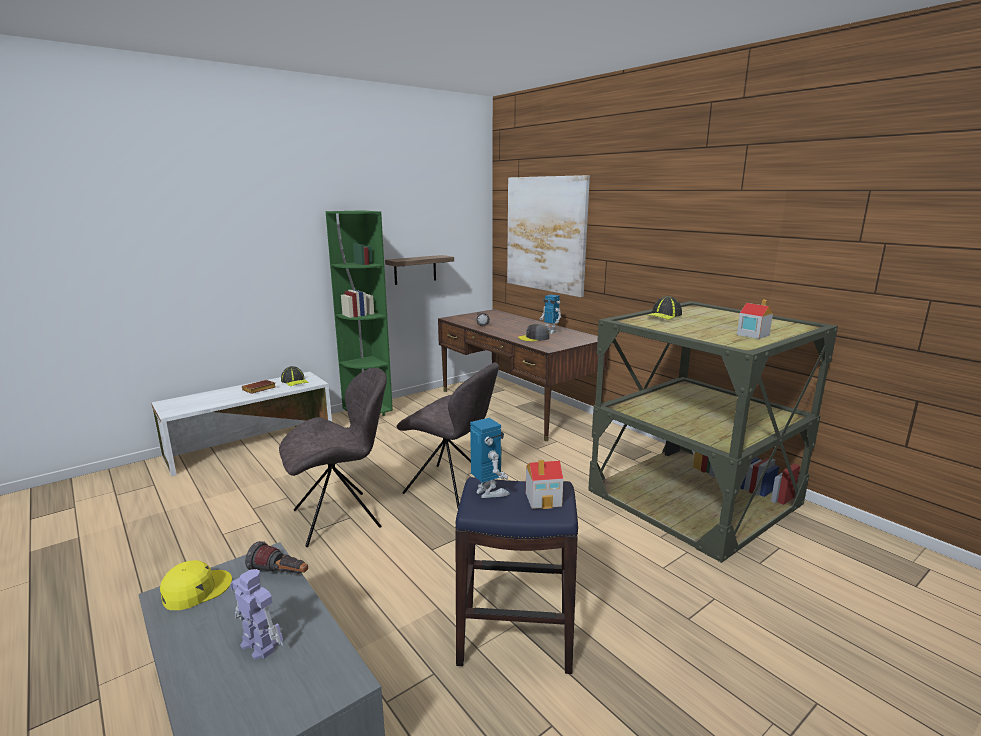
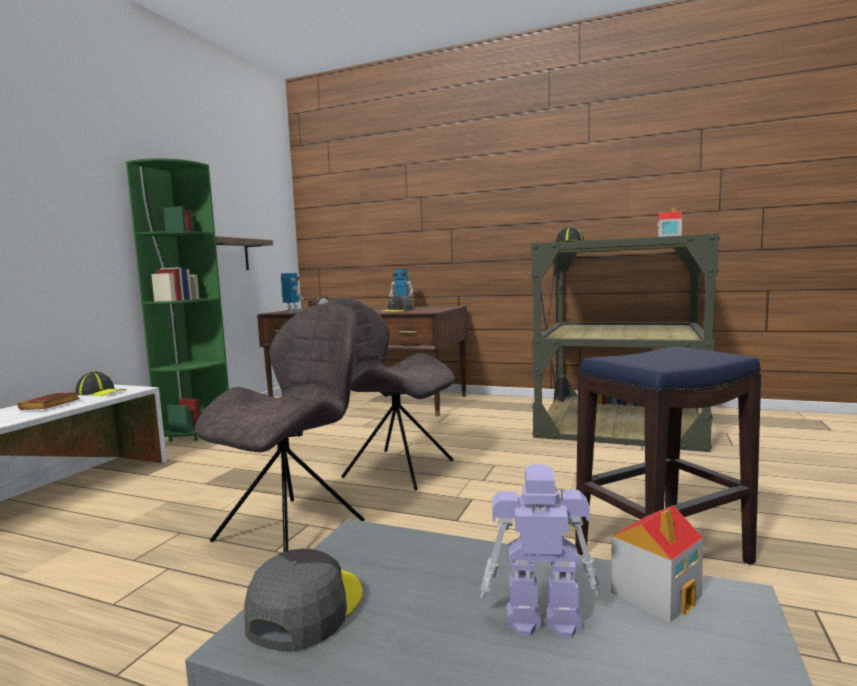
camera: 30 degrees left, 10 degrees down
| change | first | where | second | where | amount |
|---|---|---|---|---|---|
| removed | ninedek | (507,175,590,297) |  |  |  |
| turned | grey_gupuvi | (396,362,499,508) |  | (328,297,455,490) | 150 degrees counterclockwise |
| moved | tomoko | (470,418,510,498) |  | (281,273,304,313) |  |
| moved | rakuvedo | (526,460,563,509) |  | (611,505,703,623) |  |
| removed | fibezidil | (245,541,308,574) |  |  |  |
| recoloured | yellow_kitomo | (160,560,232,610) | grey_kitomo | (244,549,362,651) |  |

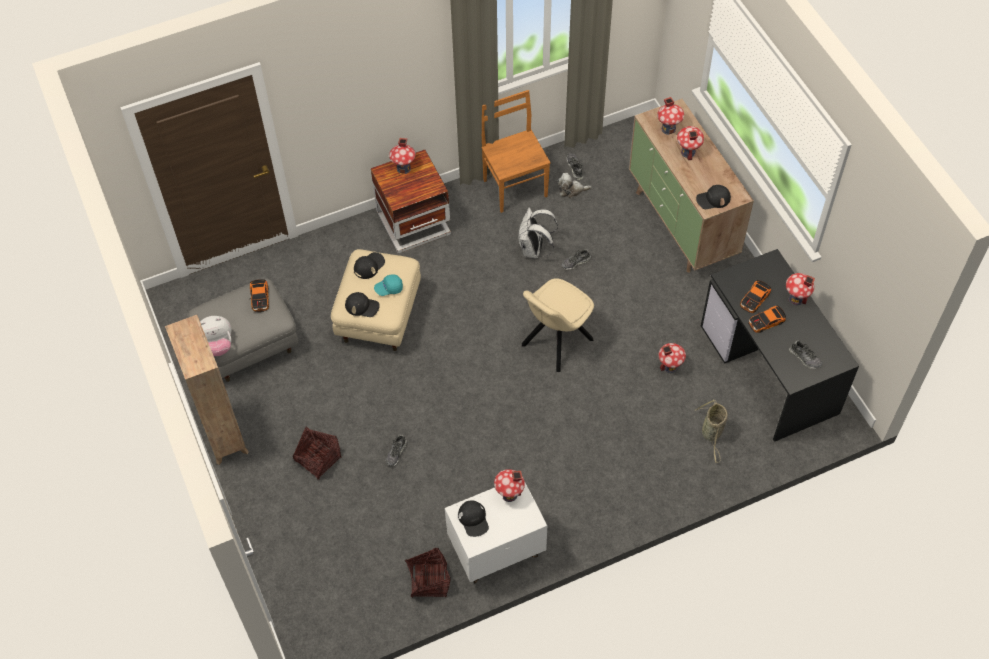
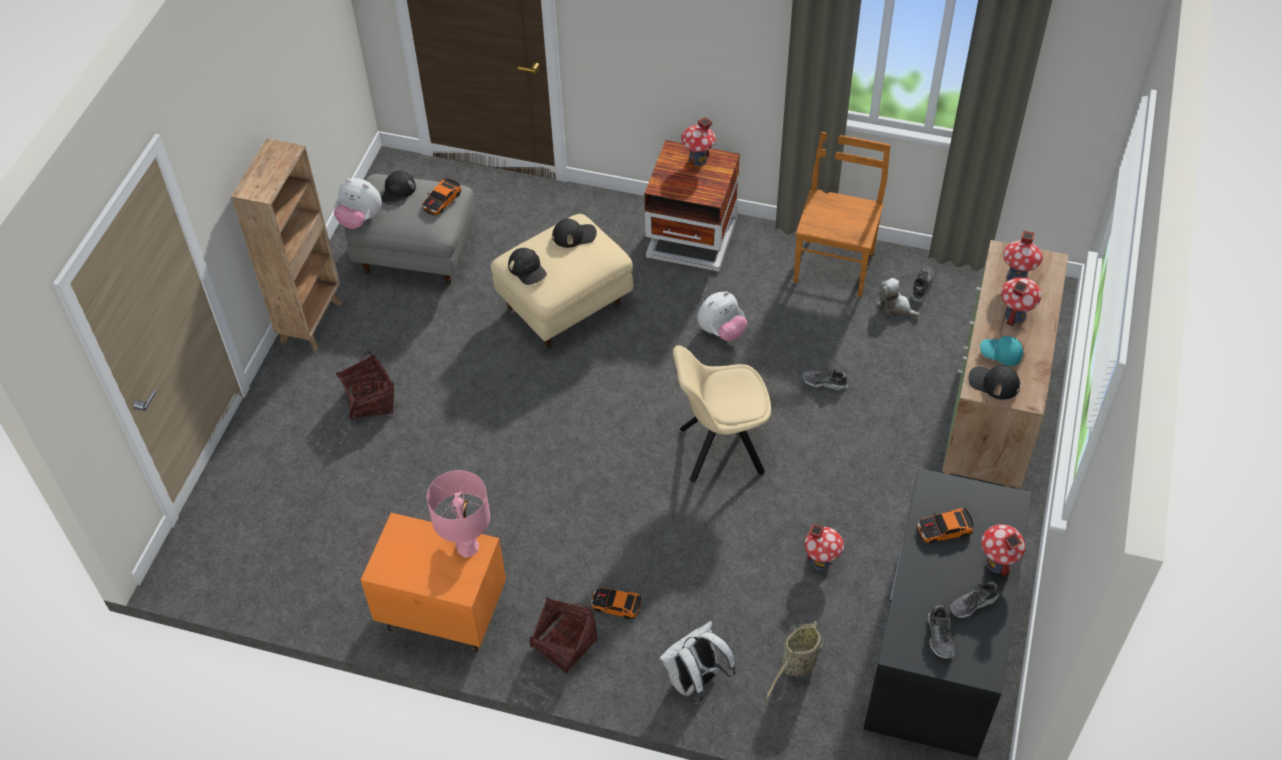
camera: 40 degrees right, 5 degrees down
| change | first | where | second | where | amount |
|---|---|---|---|---|---|
| moved | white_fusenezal | (519,208,558,258) |  | (659,621,735,704) |  |
| moved | turquoise_kitomo | (374,274,403,296) |  | (980,336,1023,366) |  |
| moved | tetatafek | (748,305,786,333) |  | (591,587,642,619) |  |
| moved | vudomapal | (386,434,407,466) |  | (951,581,999,618) |  |
| replaced | rakuvedo | (494,469,525,502) | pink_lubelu | (427,470,490,558) |  |
| recoloured | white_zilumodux | (445,483,547,583) | orange_zilumodux | (361,513,506,652) |  |
| moved | black_kitomo | (458,500,489,537) |  | (381,171,416,206) |  |
| moved | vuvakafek | (405,548,451,597) |  | (530,597,597,674) |  |
| added |  |  | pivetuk | (697,291,747,341) |  |

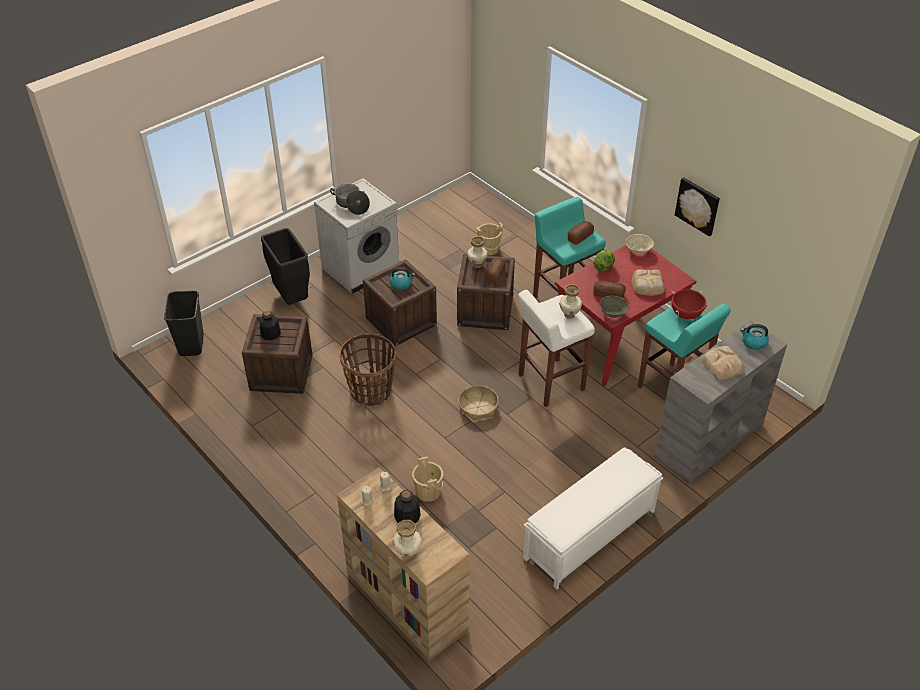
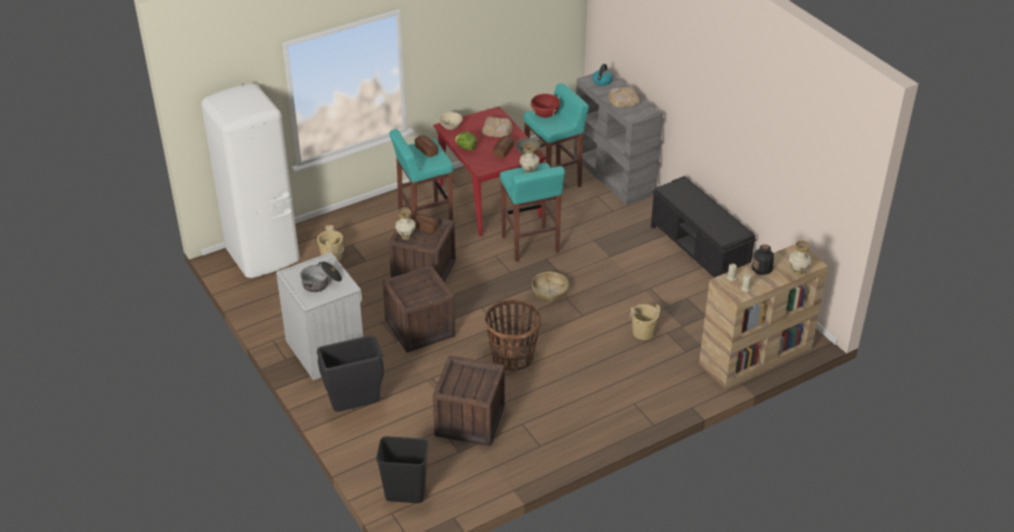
camera: 80 degrees left, 5 degrees down
| change | first | where | second | where | amount |
|---|---|---|---|---|---|
| removed | ninedek | (675,177,720,237) |  |  |  |
| removed | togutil | (390,267,415,290) |  |  |  |
| recoloured | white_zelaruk | (518,289,595,407) | turquoise_zelaruk | (500,163,565,262) |  |
| removed | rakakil | (259,311,281,340) |  |  |  |
| recoloured | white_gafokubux | (523,447,663,589) | black_gafokubux | (651,176,756,278) |  |
| added |  |  | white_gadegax | (201,84,300,278) |  |

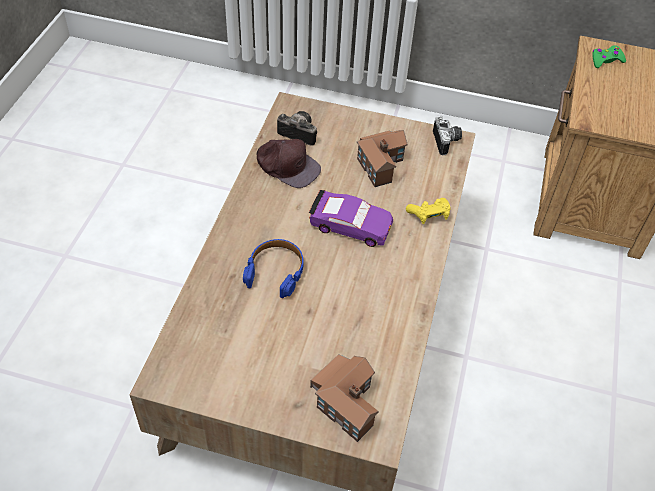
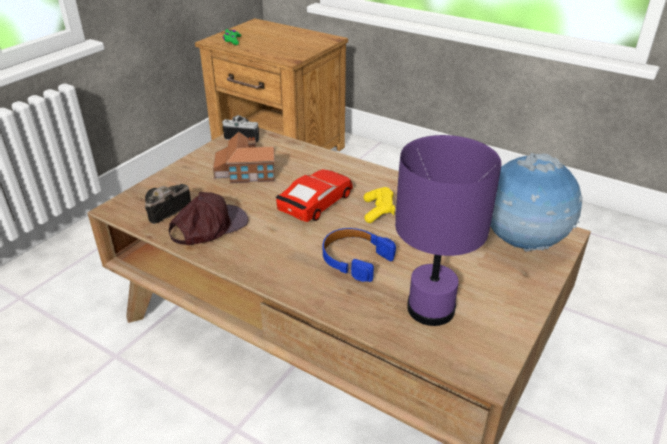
camera: 70 degrees left, 15 degrees down
| change | first | where | second | where | amount |
|---|---|---|---|---|---|
| recoloured | purple_tetatafek | (309,190,393,247) | red_tetatafek | (276,169,353,222) |  |
| moved | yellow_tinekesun | (406,198,451,224) |  | (364,187,395,223) |  |
| replaced | rakuvedo | (310,354,379,442) | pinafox | (490,153,583,252) |  |
| added |  |  | purple_lubelu | (395,135,501,326) |  |

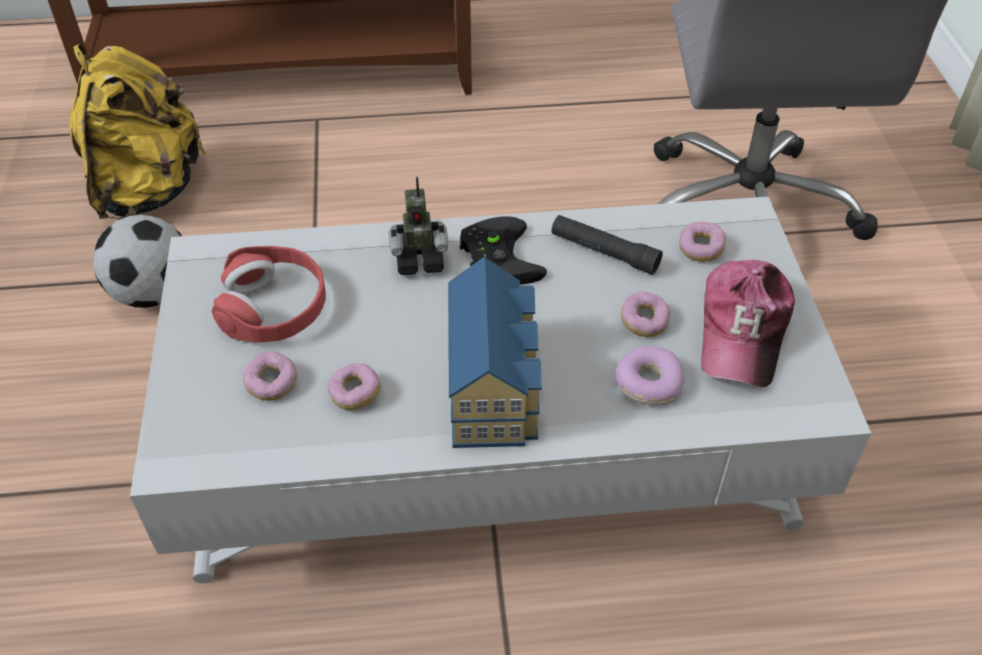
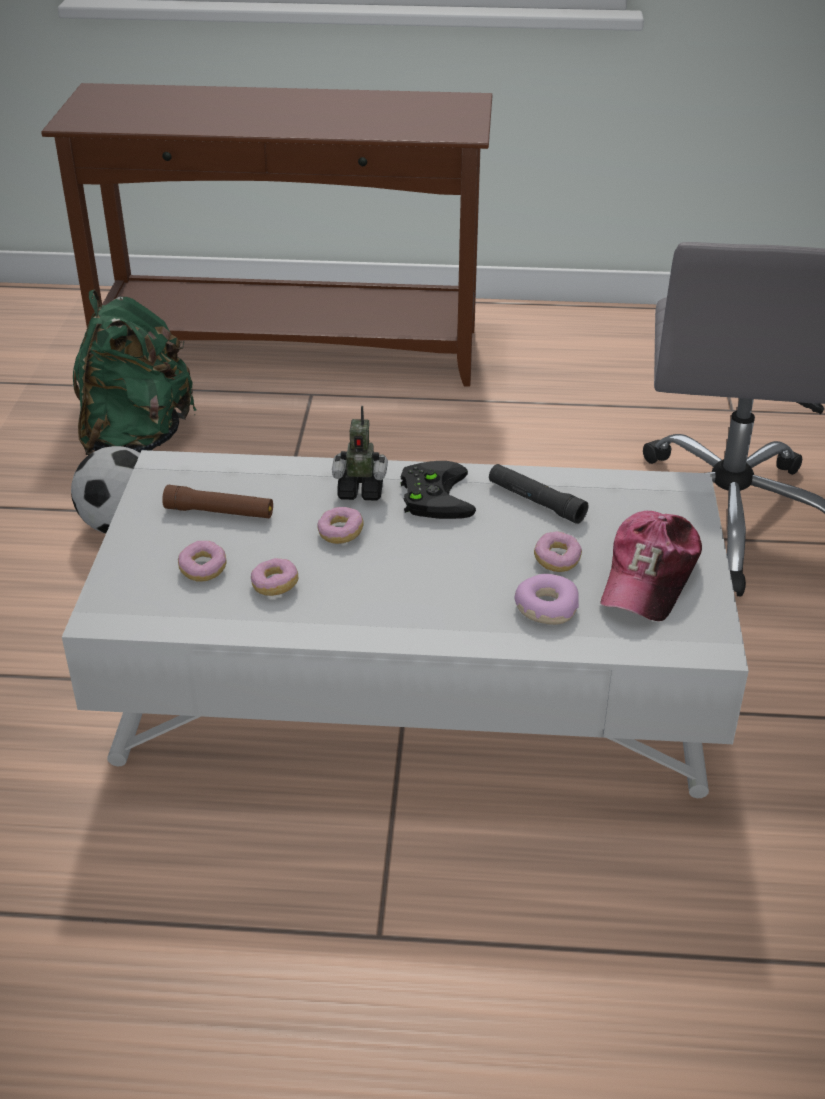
camera: 10 degrees right, 10 degrees down
| change | first | where | second | where | amount |
|---|---|---|---|---|---|
| recoloured | yellow_fusenezal | (69,44,207,220) | green_fusenezal | (73,289,197,455) |  |
| moved | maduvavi | (679,222,726,262) |  | (317,507,364,544) |  |
| replaced | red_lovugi | (212,246,326,342) | brown_fibezidil | (162,485,273,518) |  |
| removed | rakuvedo | (448,257,542,448) |  |  |  |

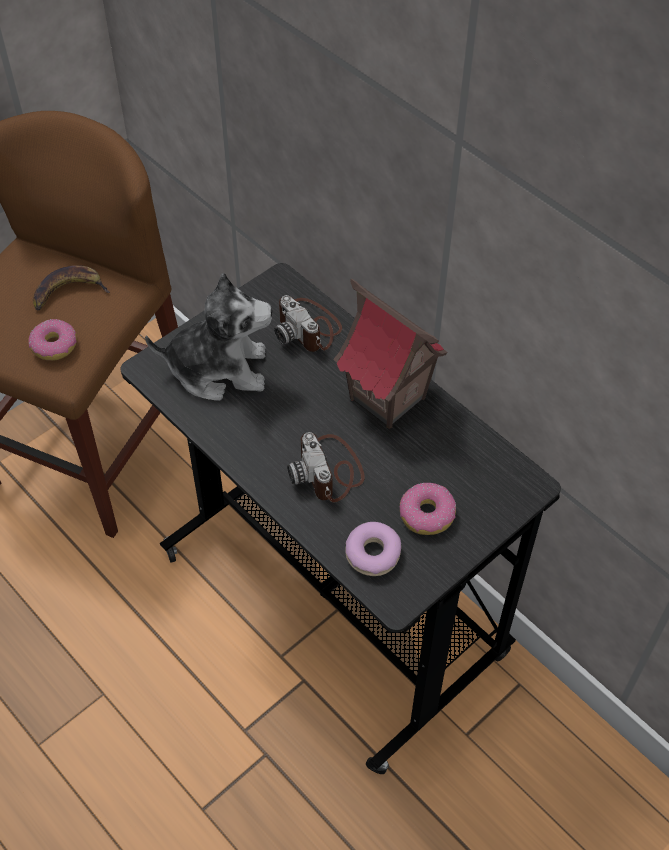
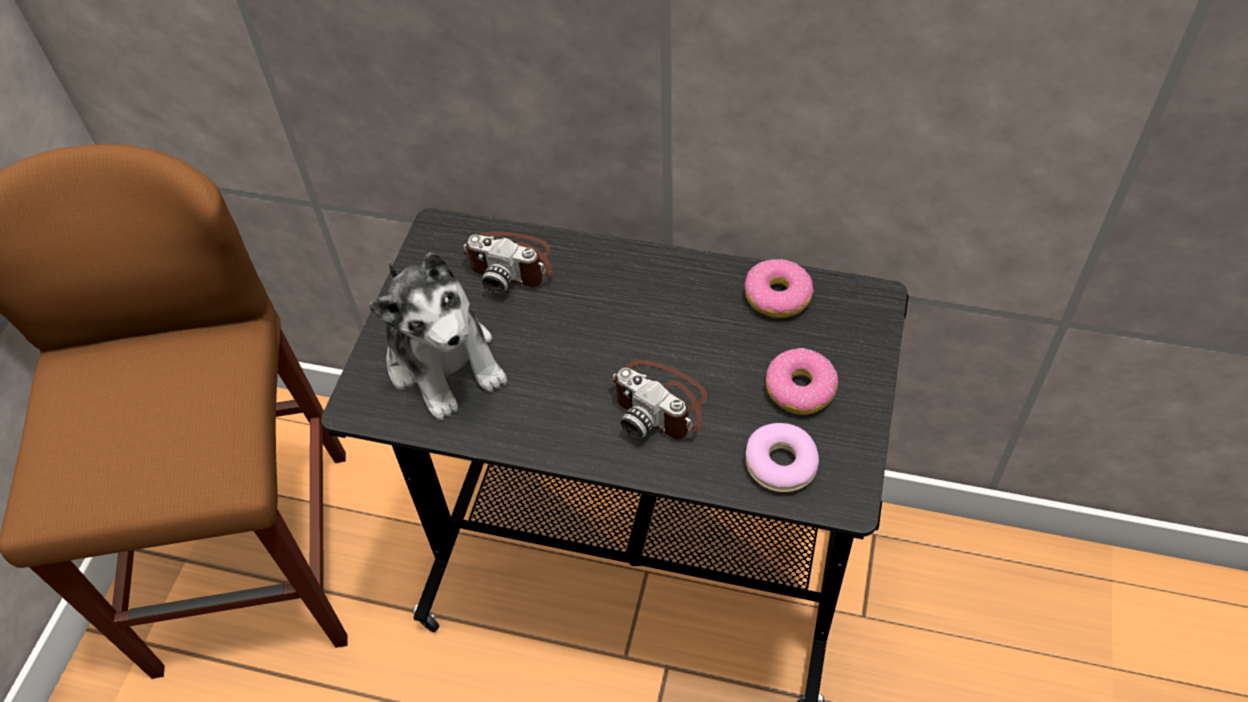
camera: 30 degrees left, 0 degrees up
| change | first | where | second | where | amount |
|---|---|---|---|---|---|
| removed | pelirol | (33,265,110,310) |  |  |  |
| turned | pivetuk | (145,273,272,401) |  | (369,252,508,420) | 90 degrees clockwise |
| removed | rakuvedo | (333,279,448,429) |  |  |  |
| moved | maduvavi | (28,319,77,361) |  | (745,259,814,318) |  |

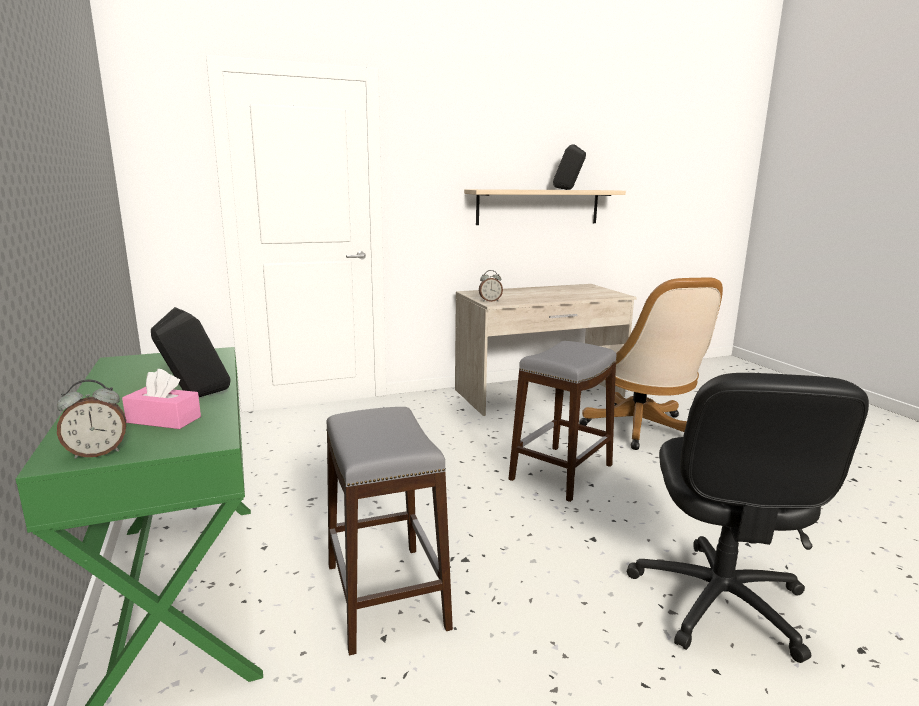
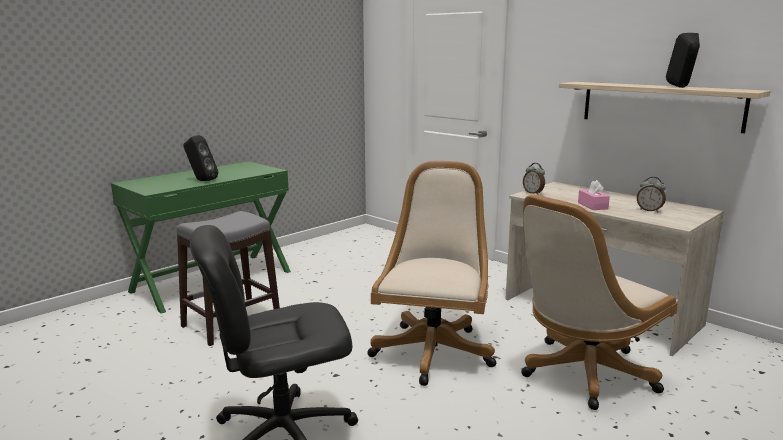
camera: 65 degrees right, 0 degrees up
| change | first | where | second | where | amount |
|---|---|---|---|---|---|
| replaced | grey_zelaruk | (509,341,617,502) | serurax | (367,161,496,386) |  |
| moved | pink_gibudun | (122,369,201,429) |  | (578,180,610,210) |  |
| moved | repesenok | (57,379,126,459) |  | (637,177,666,213) |  |

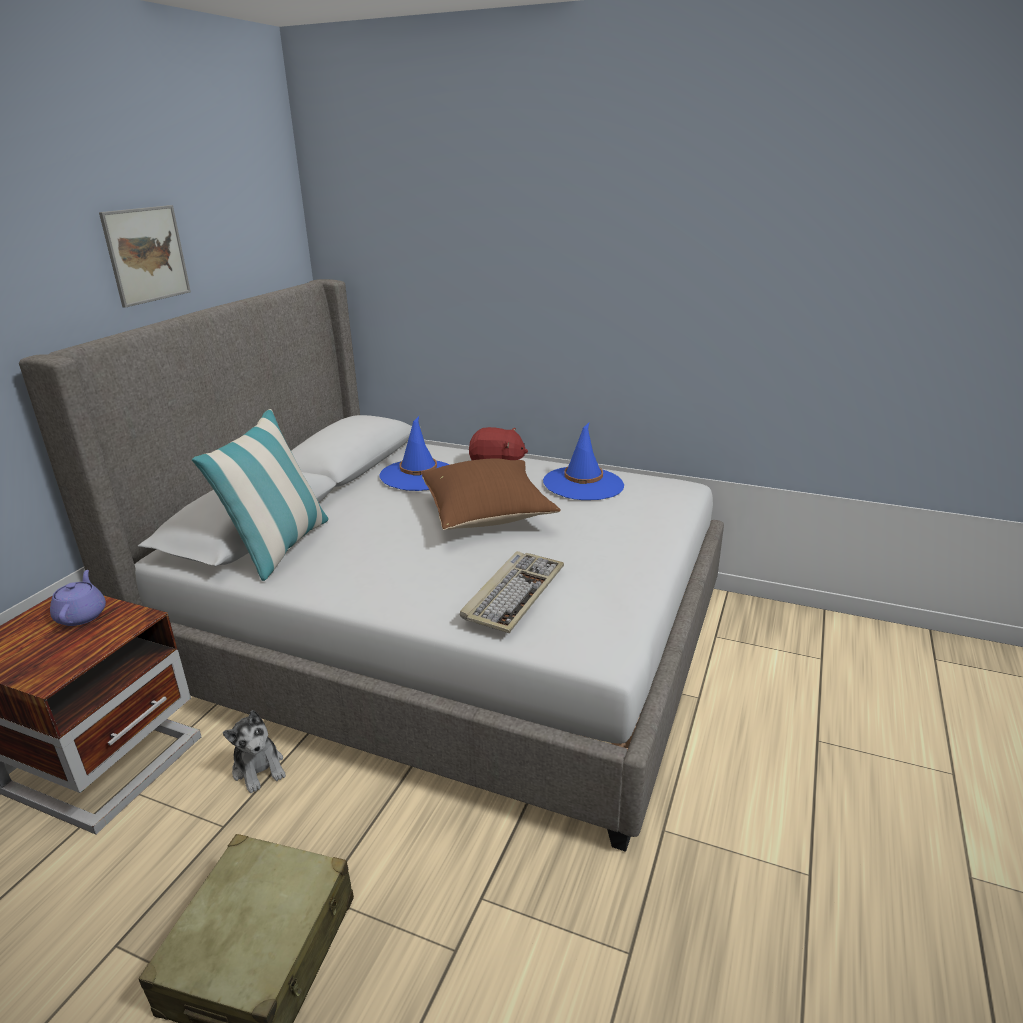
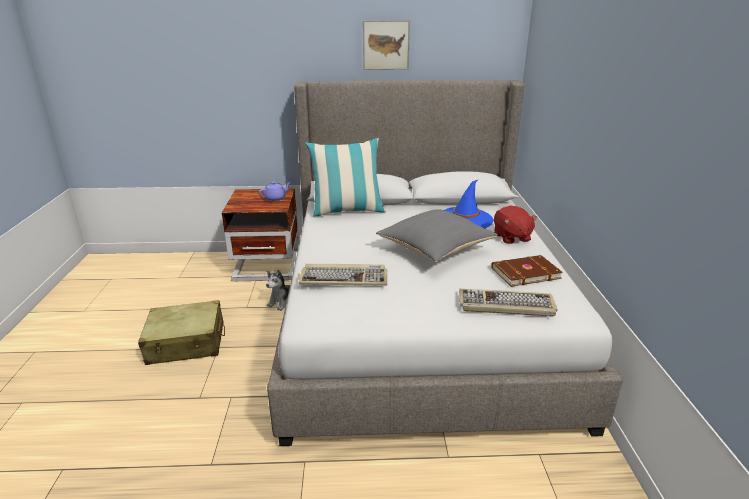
camera: 65 degrees right, 0 degrees up
| change | first | where | second | where | amount |
|---|---|---|---|---|---|
| replaced | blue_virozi | (543,423,624,500) | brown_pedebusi | (491,255,563,287) |  |
| recoloured | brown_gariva | (422,458,561,530) | grey_gariva | (376,209,498,262) |  |
| added |  |  | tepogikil | (459,289,557,317) |  |

